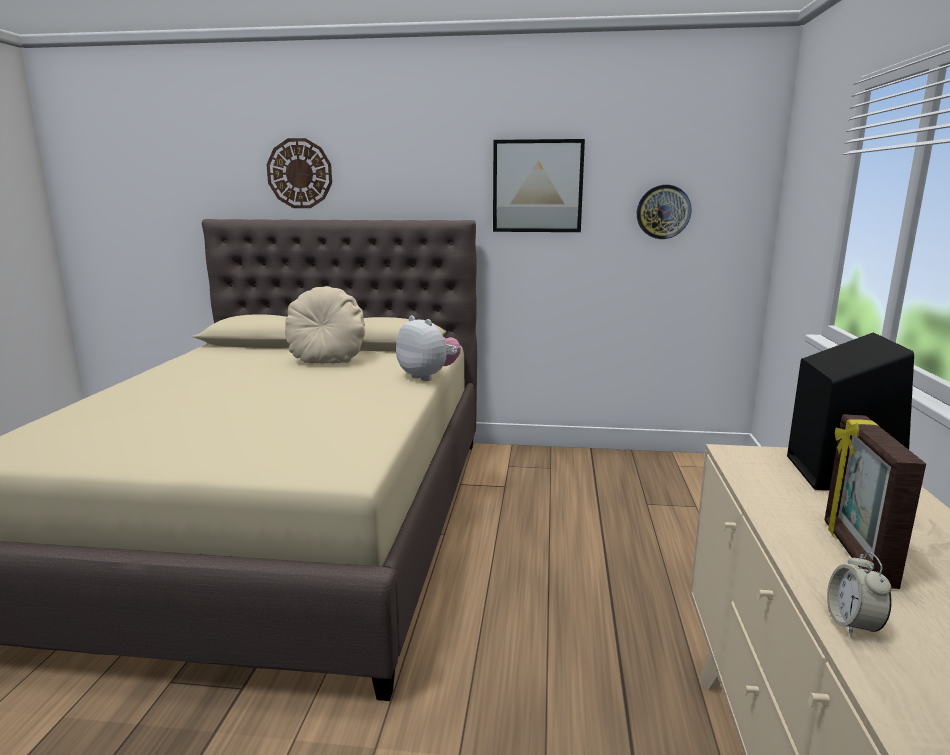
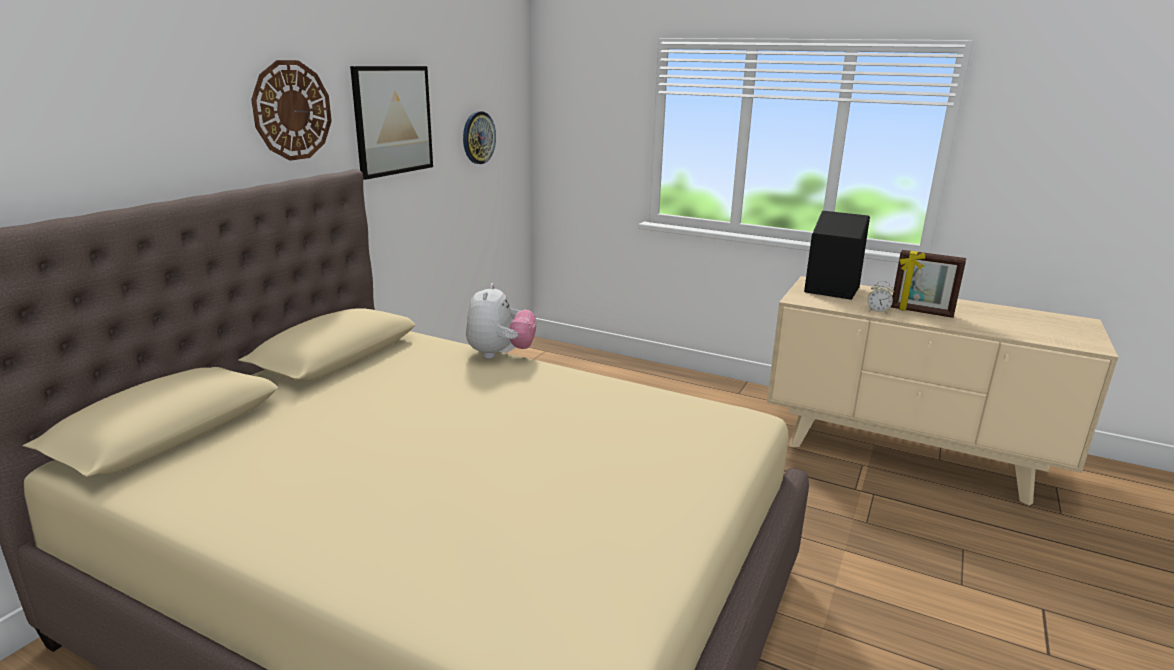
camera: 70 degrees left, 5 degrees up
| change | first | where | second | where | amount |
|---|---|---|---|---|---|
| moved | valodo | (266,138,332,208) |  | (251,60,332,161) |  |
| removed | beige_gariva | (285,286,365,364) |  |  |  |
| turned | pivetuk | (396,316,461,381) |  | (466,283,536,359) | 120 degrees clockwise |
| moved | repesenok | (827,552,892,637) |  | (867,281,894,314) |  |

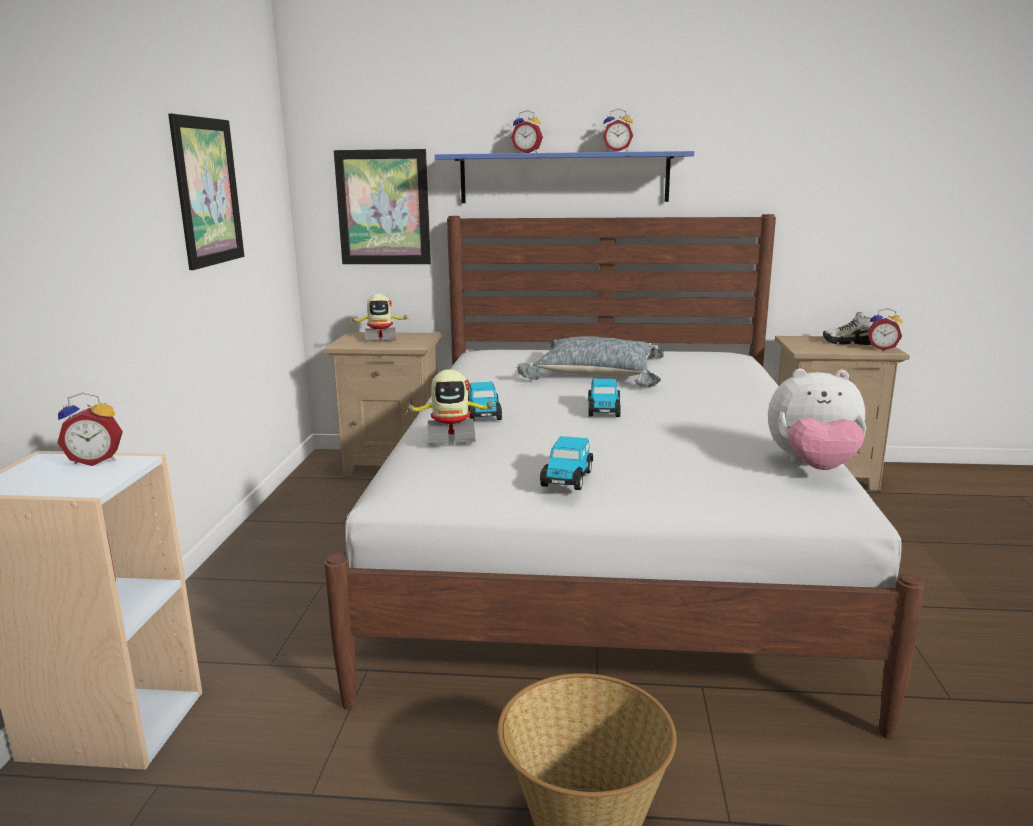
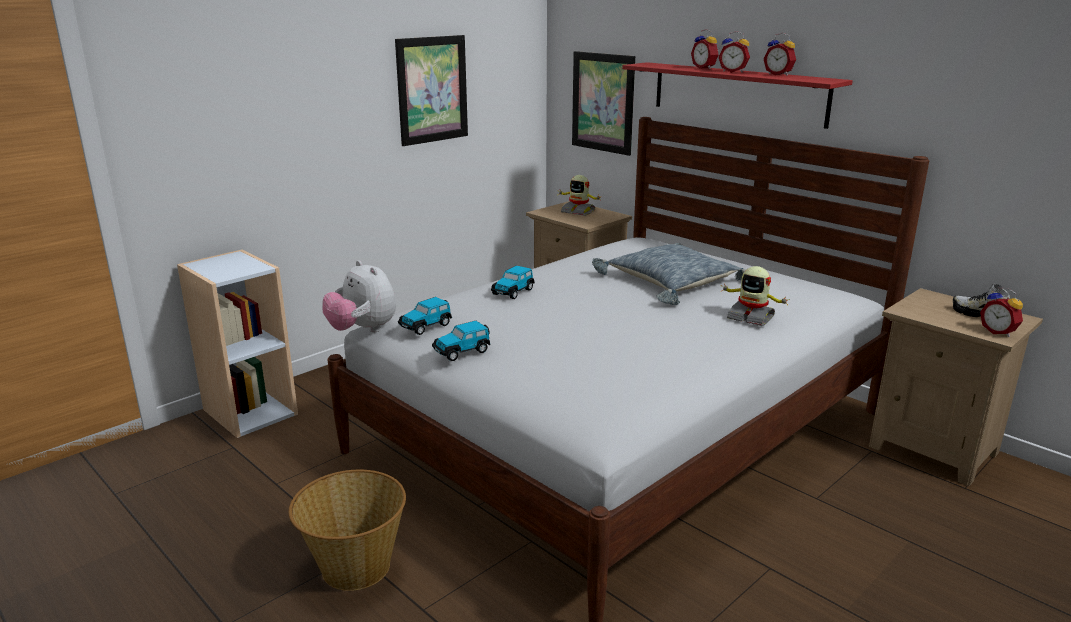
camera: 40 degrees right, 5 degrees up
| change | first | where | second | where | amount |
|---|---|---|---|---|---|
| recoloured | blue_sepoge | (435,151,694,203) | red_sepoge | (622,62,853,129) |  |
| moved | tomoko | (402,369,496,444) |  | (720,266,790,326) |  |
| moved | pivetuk | (768,369,866,470) |  | (322,260,396,332) |  |
| moved | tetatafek | (588,379,620,417) |  | (398,297,452,335) |  |
| moved | repesenok | (57,392,123,466) |  | (719,31,750,73) |  |

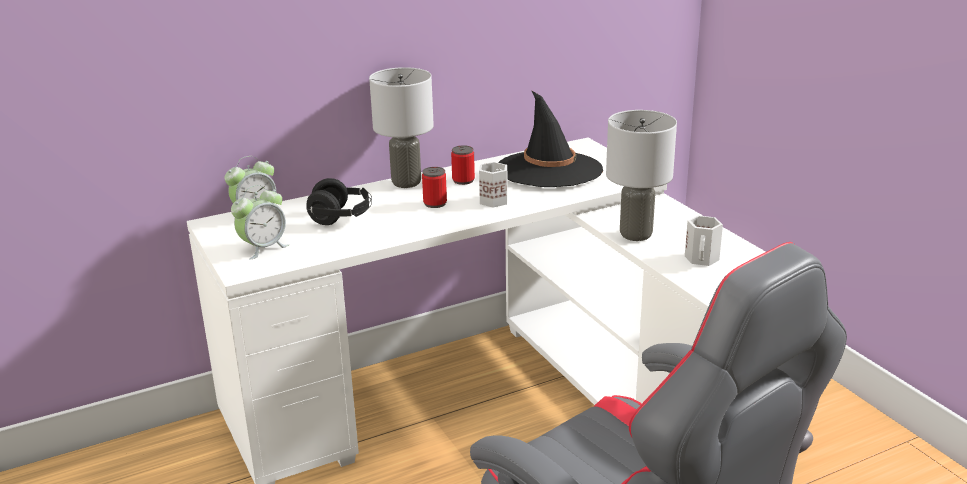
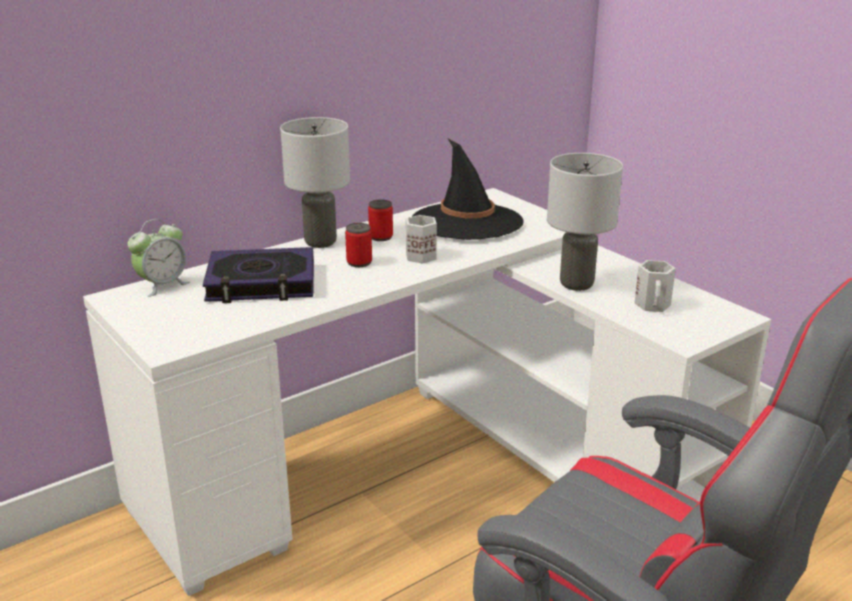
camera: 10 degrees left, 0 degrees up
| change | first | where | second | where | amount |
|---|---|---|---|---|---|
| replaced | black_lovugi | (306,178,372,225) | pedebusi | (203,247,314,303) |  |
| removed | repesenok | (231,185,289,260) |  |  |  |

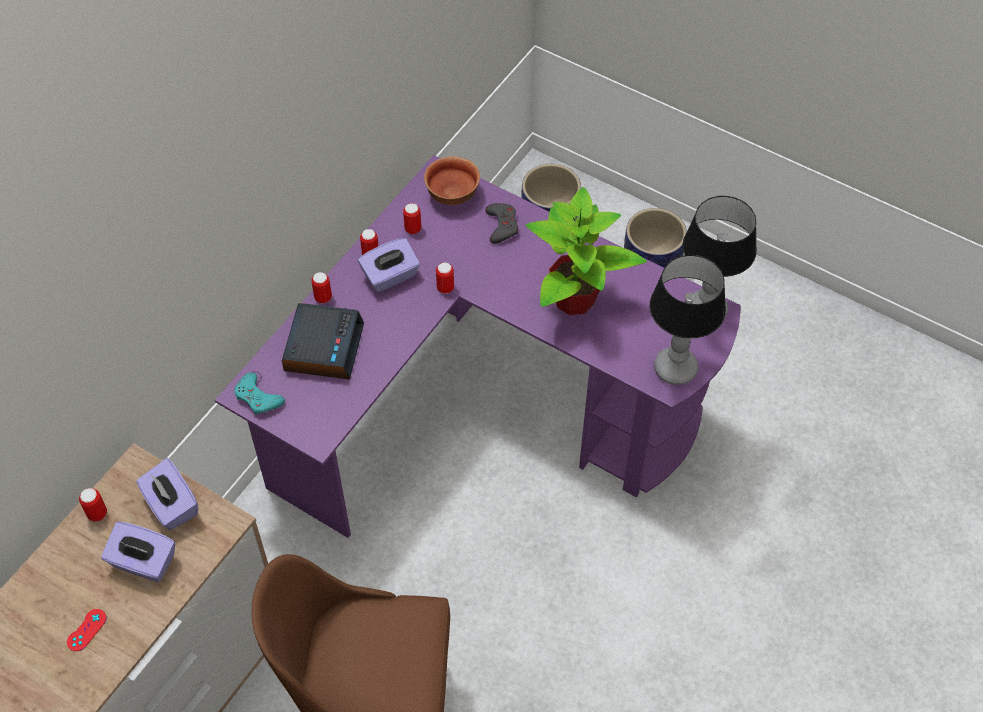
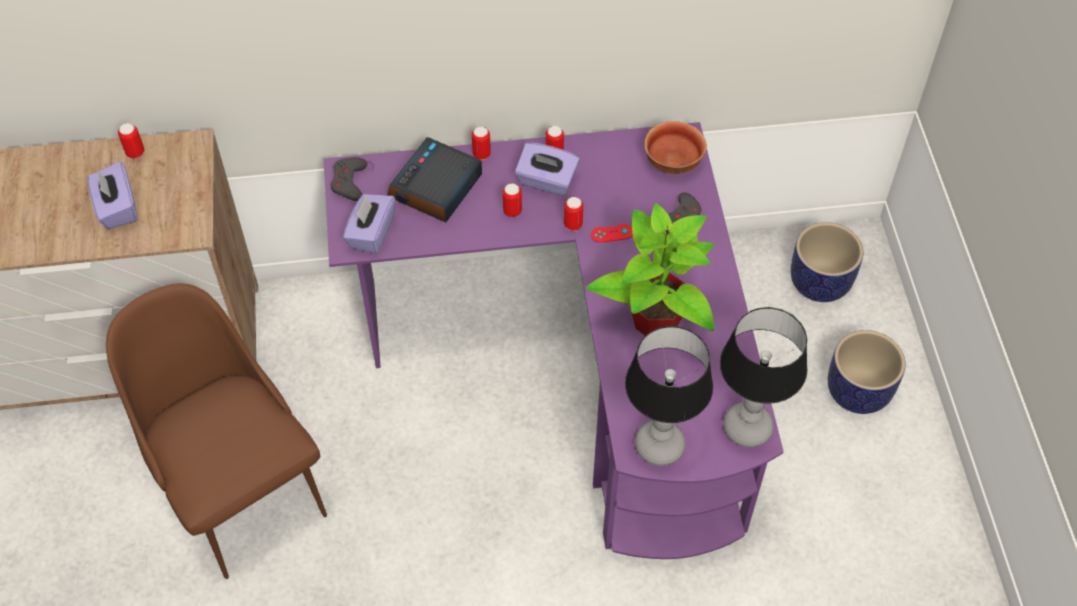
camera: 50 degrees right, 0 degrees up
| change | first | where | second | where | amount |
|---|---|---|---|---|---|
| moved | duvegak | (403,203,421,234) |  | (503,183,522,217) |  |
| turned | repesenok | (282,303,364,380) |  | (387,137,482,223) | 150 degrees clockwise |
| recoloured | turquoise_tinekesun | (234,372,285,415) | grey_tinekesun | (331,157,367,201) |  |
| moved | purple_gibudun | (136,458,198,530) |  | (343,194,396,254) |  |
| moved | red_tinekesun | (67,609,107,651) |  | (591,224,633,243) |  |

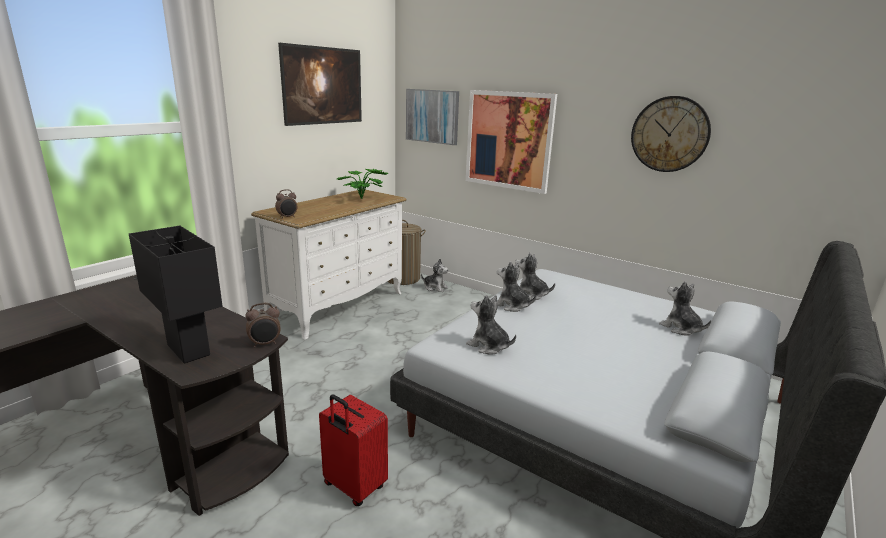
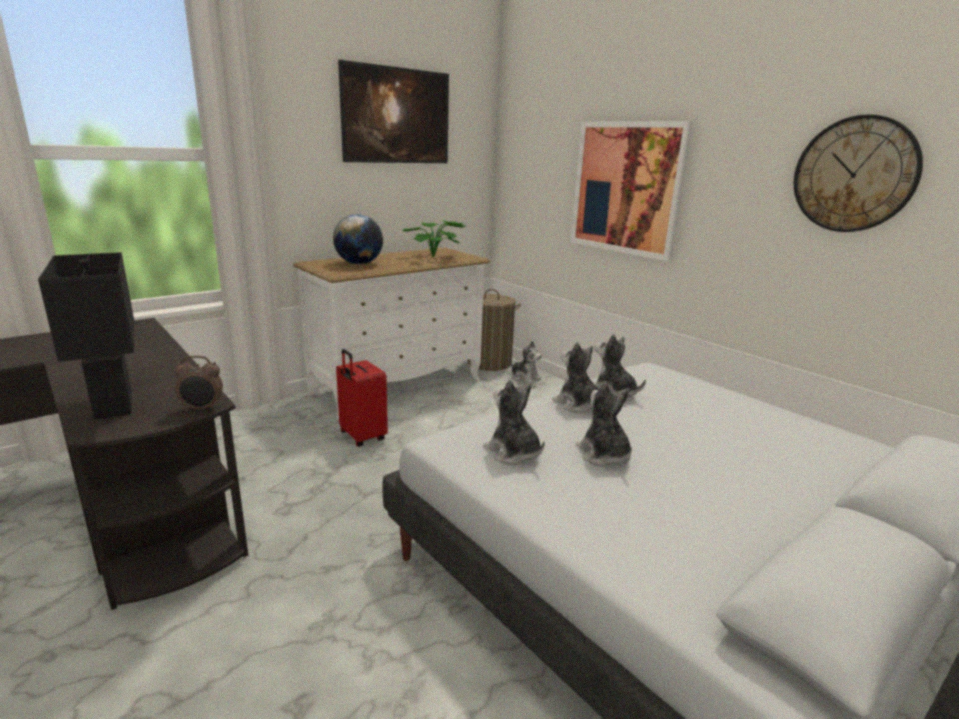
camera: 15 degrees right, 0 degrees up
| change | first | where | second | where | amount |
|---|---|---|---|---|---|
| removed | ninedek | (406,89,459,145) |  |  |  |
| removed | repesenok | (275,189,297,219) |  |  |  |
| moved | pivetuk | (659,281,711,336) |  | (576,382,632,467) |  |
| moved | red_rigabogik | (319,394,388,506) |  | (336,349,388,447) |  |
| added |  |  | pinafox | (333,214,383,264) |  |

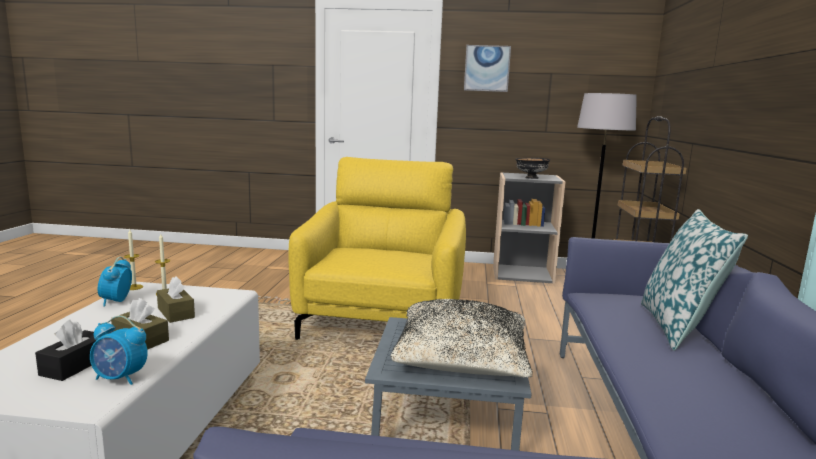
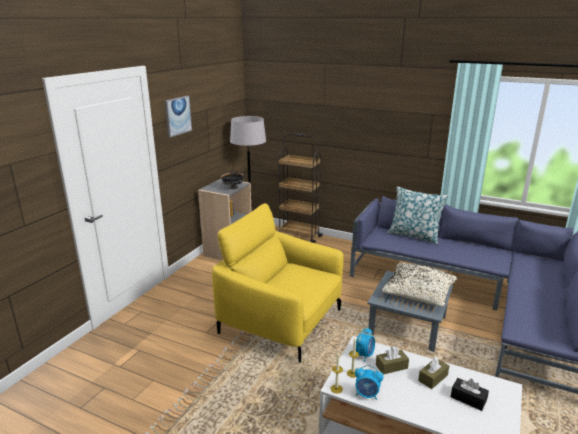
camera: 70 degrees left, 10 degrees up
| change | first | where | second | where | amount |
|---|---|---|---|---|---|
| moved | repesenok | (90,315,148,385) |  | (356,327,375,362) |  |

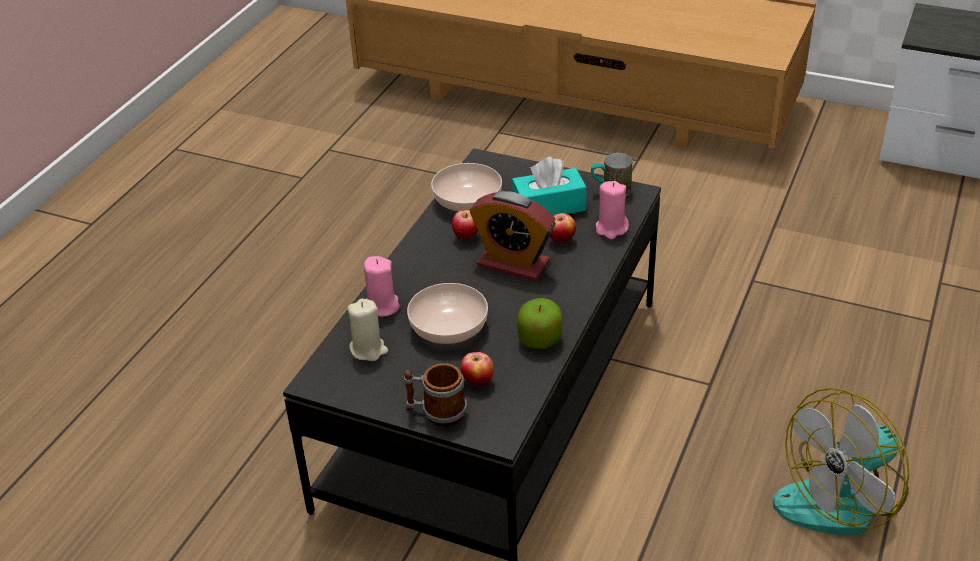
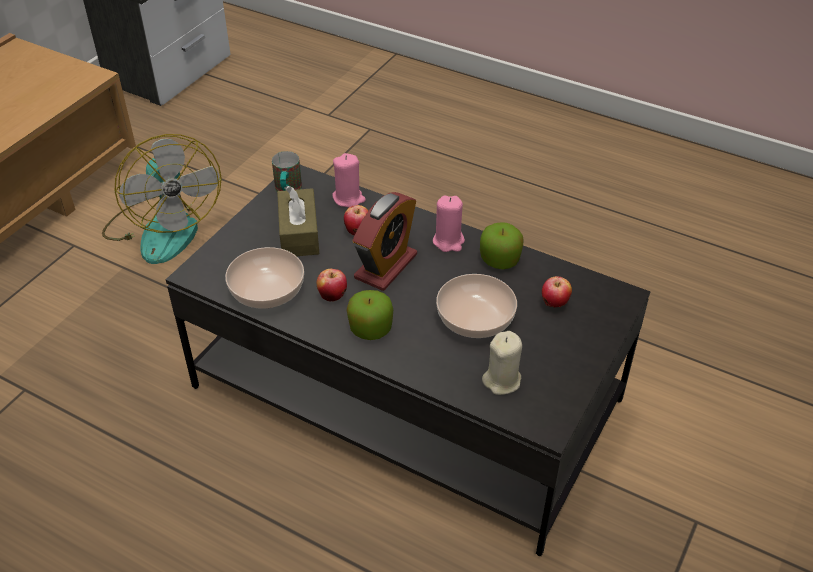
camera: 85 degrees left, 5 degrees up
| change | first | where | second | where | amount |
|---|---|---|---|---|---|
| recoloured | turquoise_gibudun | (512,157,587,215) | brown_gibudun | (277,186,319,256) |  |
| moved | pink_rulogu | (364,256,400,317) |  | (433,196,465,252) |  |
| removed | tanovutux | (404,363,467,427) |  |  |  |
| moved | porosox | (773,388,909,535) |  | (102,134,222,264) |  |
| added |  |  | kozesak | (346,290,393,340) |  |

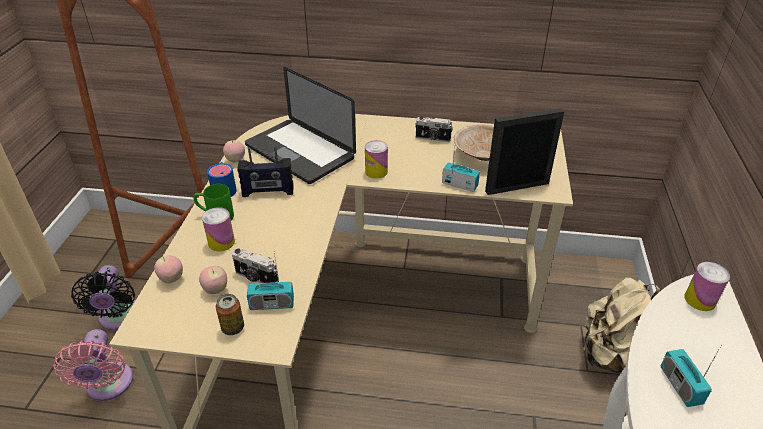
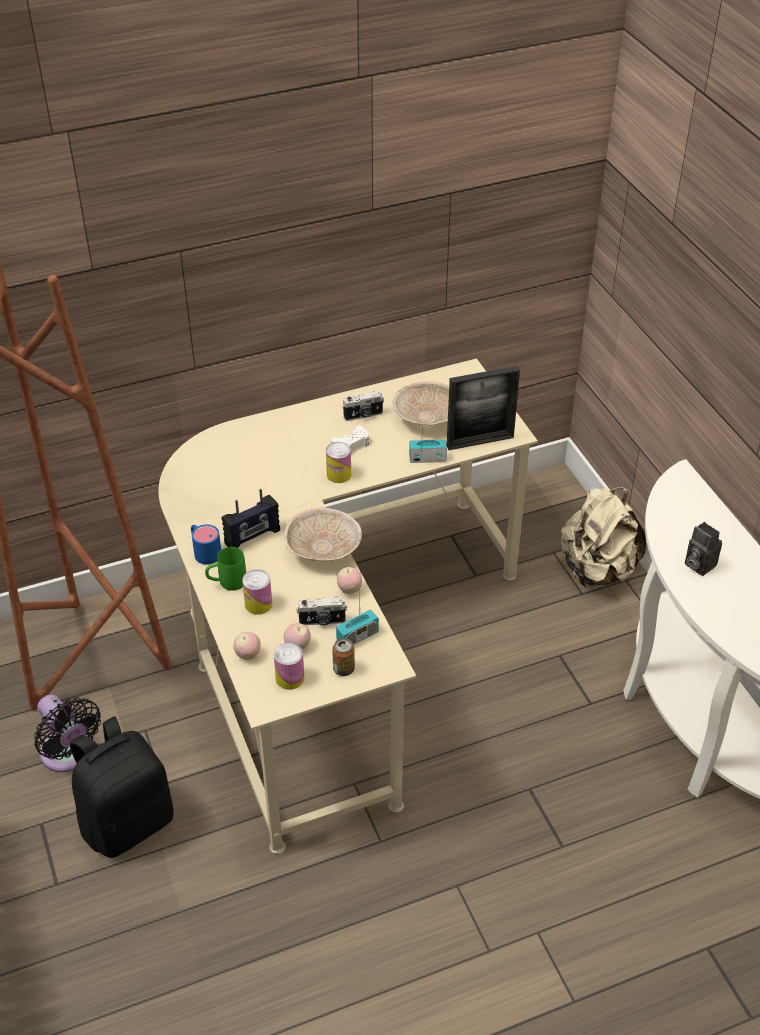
camera: 30 degrees left, 5 degrees up
| change | first | where | second | where | amount |
|---|---|---|---|---|---|
| removed | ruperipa | (245,67,356,184) |  |  |  |
| turned | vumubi | (485,108,564,195) |  | (447,366,520,450) | 150 degrees counterclockwise |
| moved | kozesak | (223,140,245,162) |  | (337,567,362,594) |  |
| moved | duvegak | (684,262,730,311) |  | (274,642,305,690) |  |
| replaced | pink_porosox | (53,329,133,401) | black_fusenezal | (70,716,174,858) |  |
| replaced | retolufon | (661,344,722,407) | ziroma | (685,522,722,576) |  |
| added |  |  | white_tinekesun | (331,425,369,451) |  |
| added |  |  | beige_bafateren | (284,508,362,561) |  |

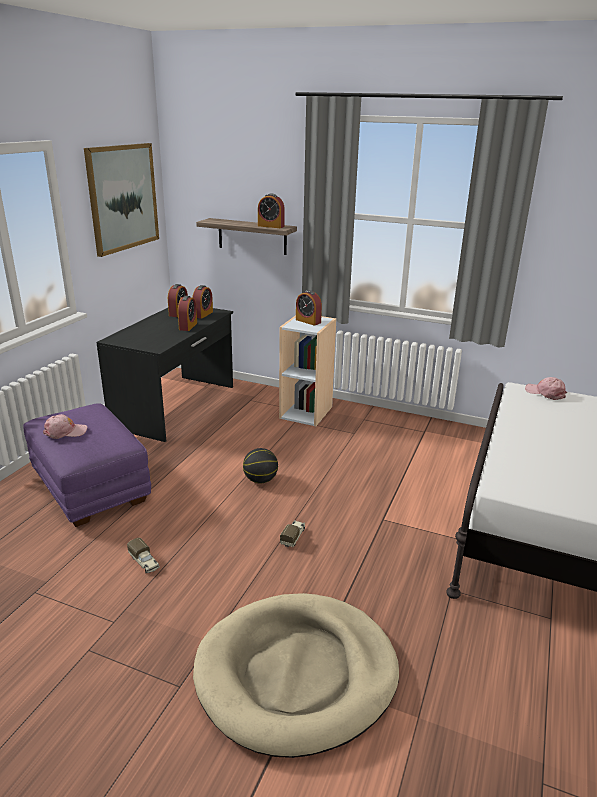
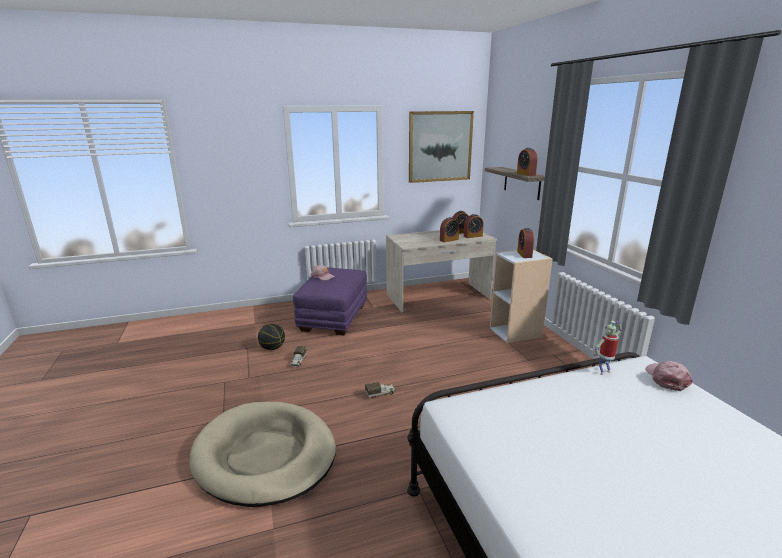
camera: 50 degrees right, 5 degrees down
| change | first | where | second | where | amount |
|---|---|---|---|---|---|
| recoloured | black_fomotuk | (96,308,233,442) | beige_fomotuk | (386,230,497,312) |  |
| moved | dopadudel | (243,448,278,484) |  | (258,324,285,350) |  |
| added |  |  | tomoko | (594,321,622,375) |  |

